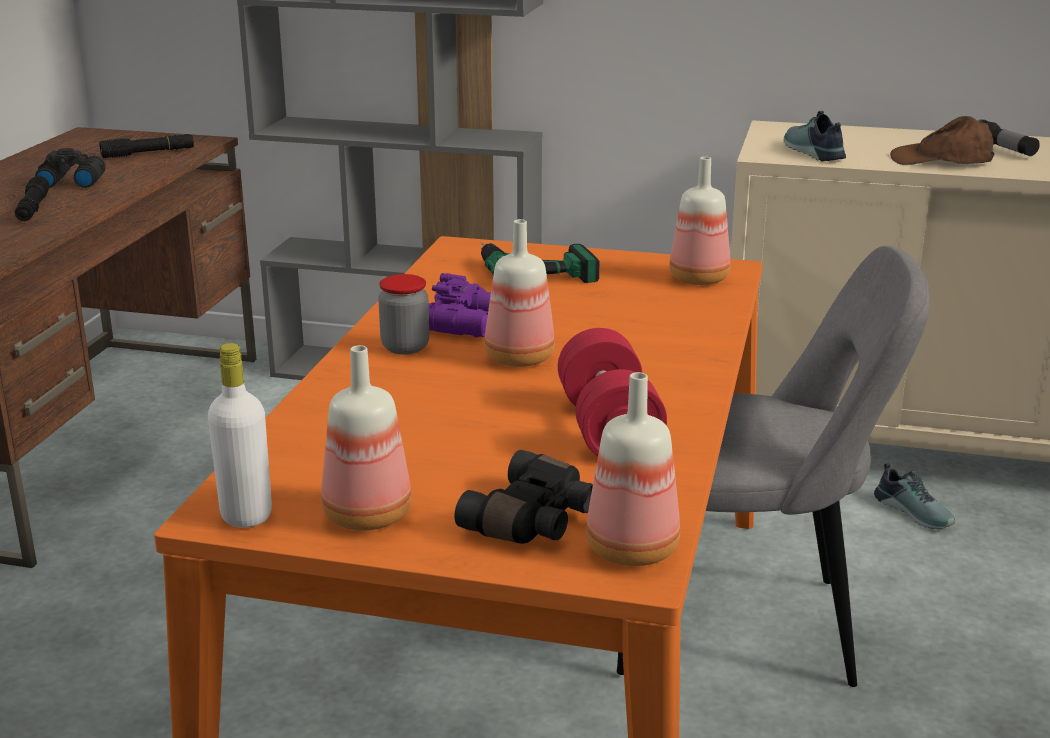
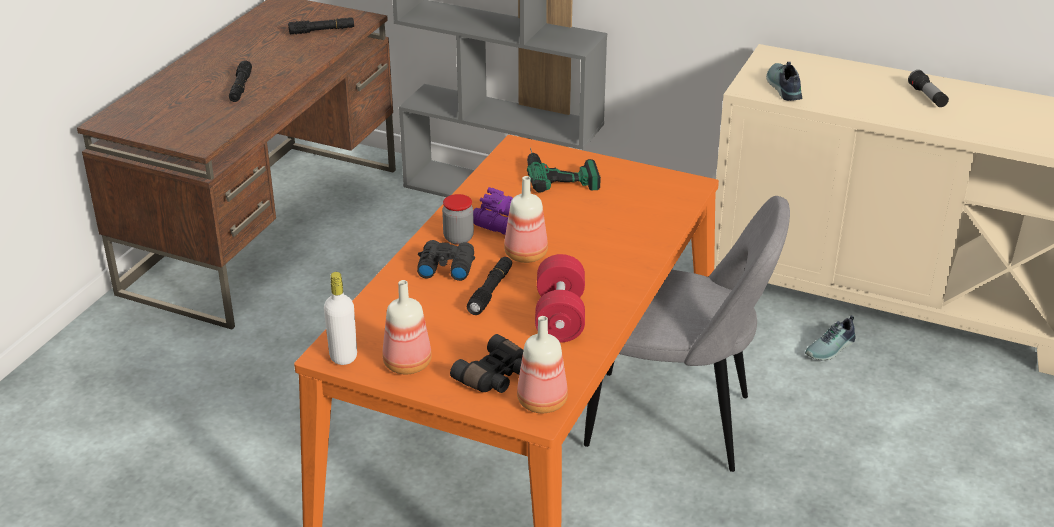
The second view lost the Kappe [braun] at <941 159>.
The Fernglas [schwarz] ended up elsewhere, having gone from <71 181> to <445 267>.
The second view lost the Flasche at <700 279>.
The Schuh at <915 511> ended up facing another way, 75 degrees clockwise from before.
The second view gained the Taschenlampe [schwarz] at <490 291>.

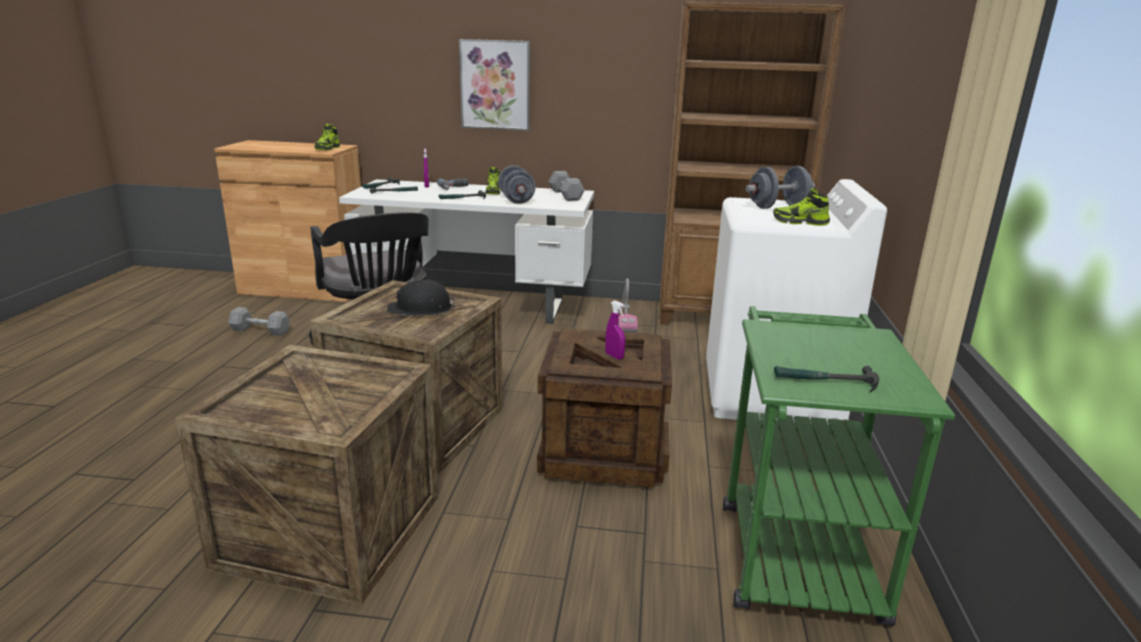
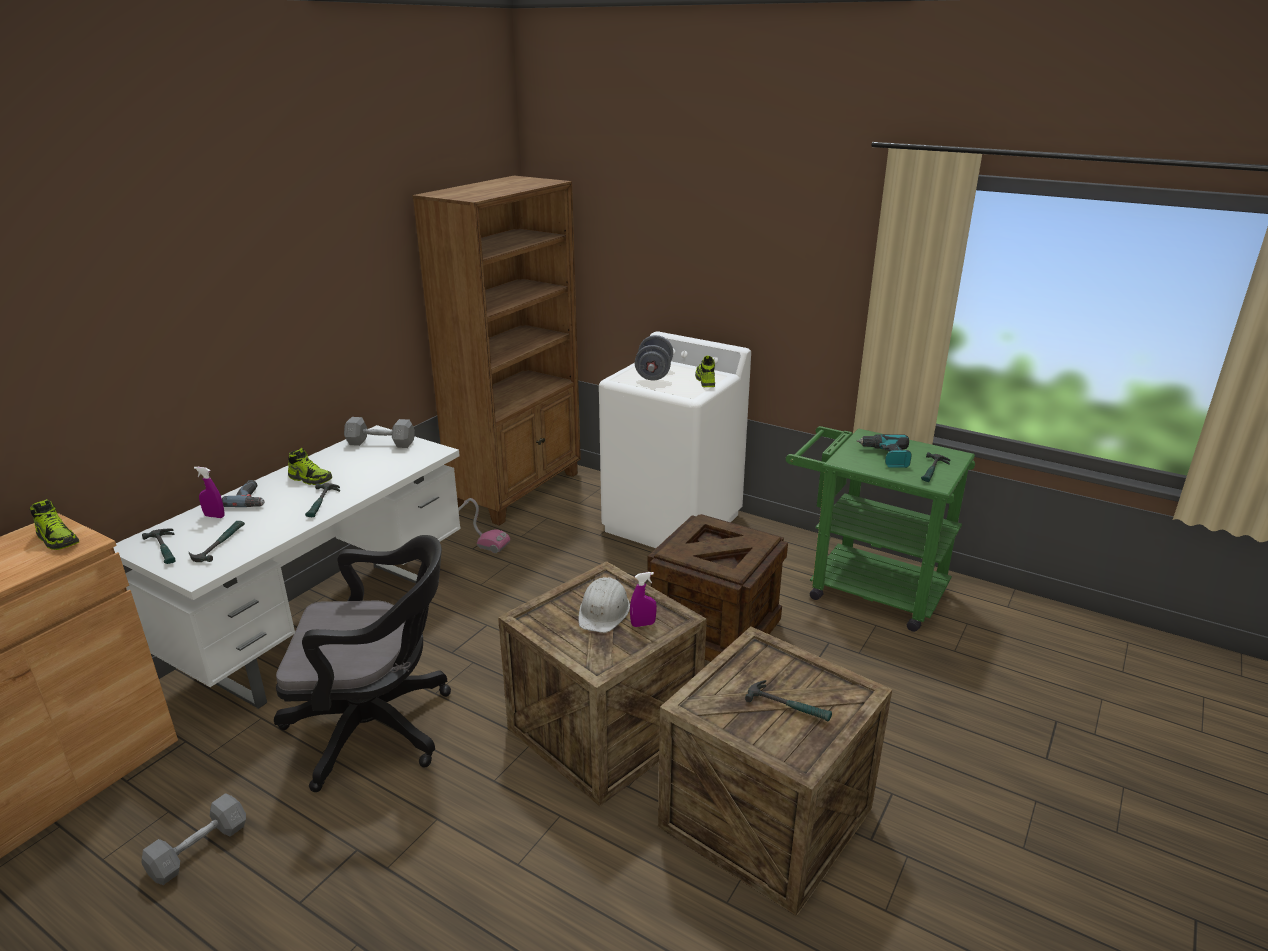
The second view lost the Bild at <495 85>.
The second view lost the Hantel [grau] at <516 200>.
The Schuh at <800 222> ended up facing another way, 135 degrees clockwise from before.
What was the Schutzhelm [schwarz] at <421 308> turned into the Schutzhelm [weiß] at <604 611>.
The Sprühflasche [lila] ended up elsewhere, having gone from <614 356> to <643 624>.
The second view gained the Bohrmaschine at <886 457>.
The second view gained the Hammer at <789 706>.

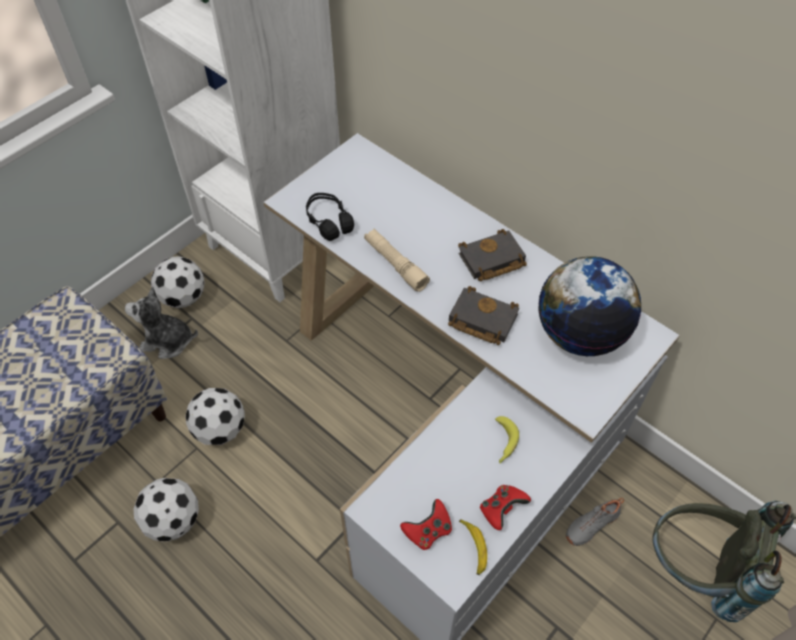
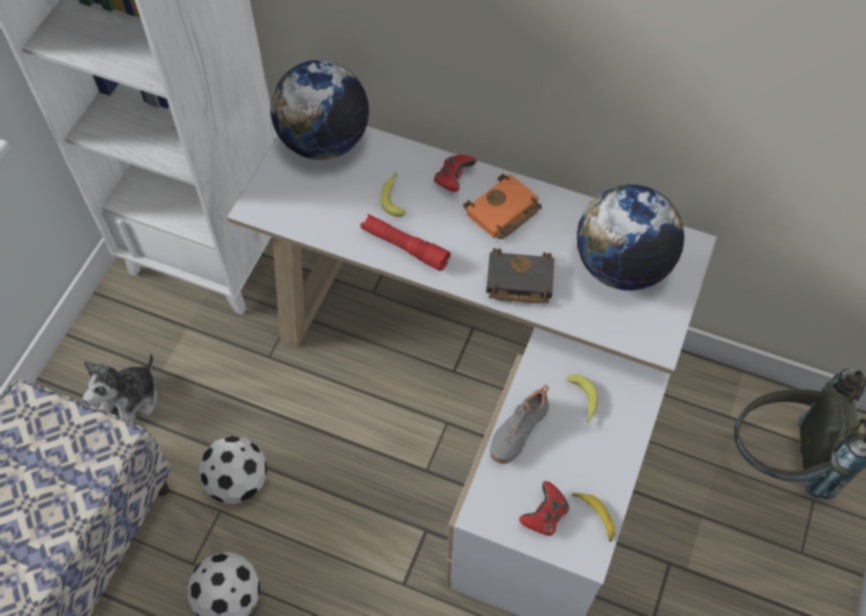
The second view lost the Kopfhörer [schwarz] at <329 222>.
What was the Taschenlampe [beige] at <395 264> turned into the Taschenlampe [rot] at <404 247>.
What was the Buch [schwarz] at <491 261> turned into the Buch [orange] at <502 213>.
The second view lost the Fußball at <184 297>.
The Plüschtier at <167 341> ended up facing another way, 45 degrees counterclockwise from before.
The Gamepad [rot] ended up elsewhere, having gone from <501 509> to <453 179>.
The Schuh [grau] ended up elsewhere, having gone from <591 524> to <517 430>.
The second view gained the Globus at <323 141>.
The second view gained the Banane at <394 196>.

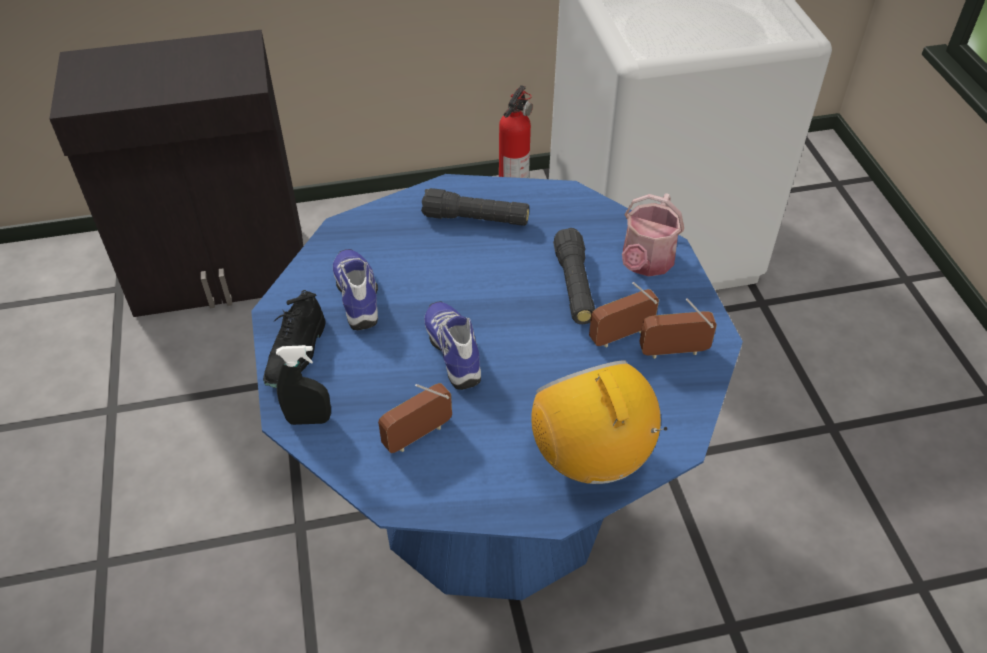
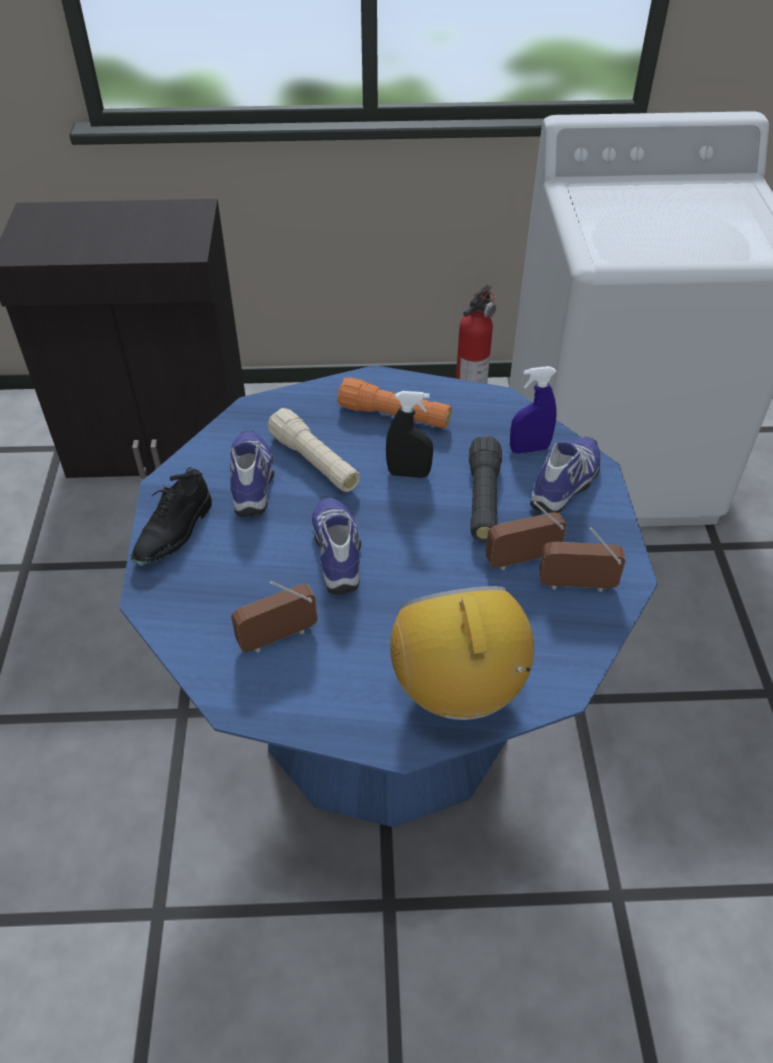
What was the Taschenlampe [schwarz] at <476 219> turned into the Taschenlampe [orange] at <394 416>.
Where the Gießkanne stood at <645 263>, the Schuh came to stand at <567 484>.
The Sprühflasche [schwarz] ended up elsewhere, having gone from <309 419> to <408 473>.
The second view gained the Sprühflasche [blau] at <529 449>.
The second view gained the Taschenlampe [beige] at <314 462>.

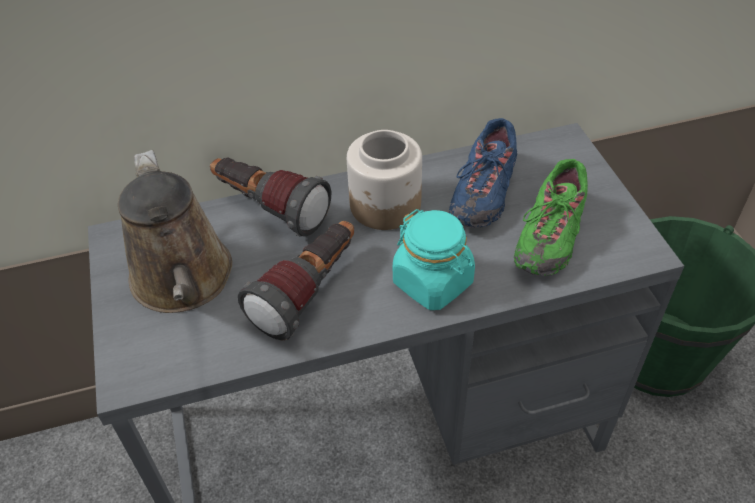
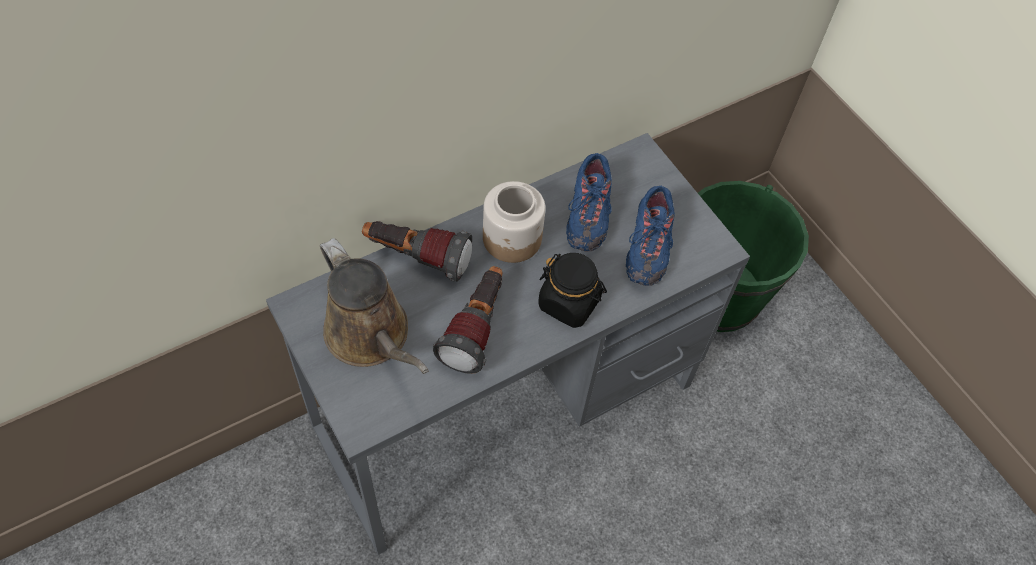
What was the Schuh [grün] at <550 236> turned into the Schuh [blau] at <648 247>.
What was the Vorratsglas [türkis] at <433 283> turned into the Vorratsglas [schwarz] at <569 303>.

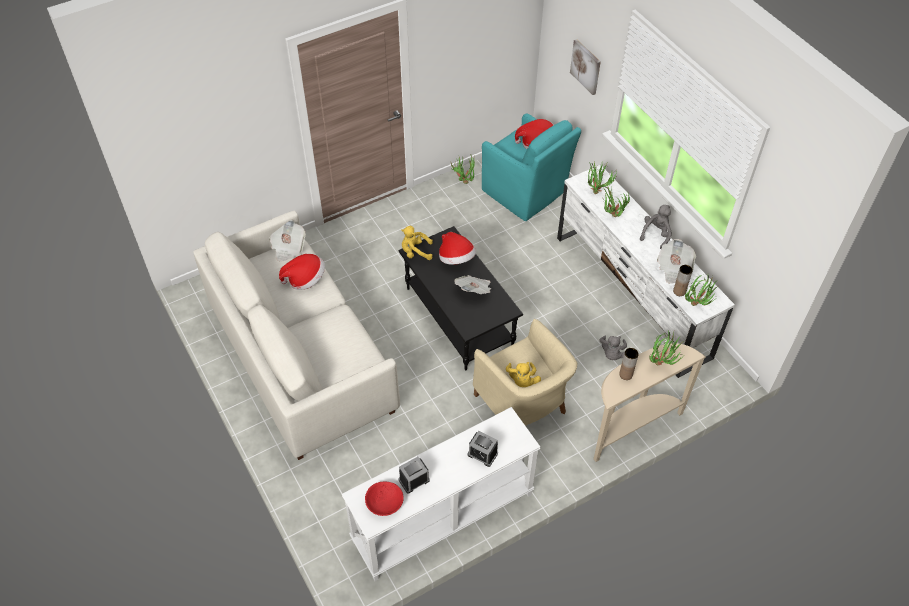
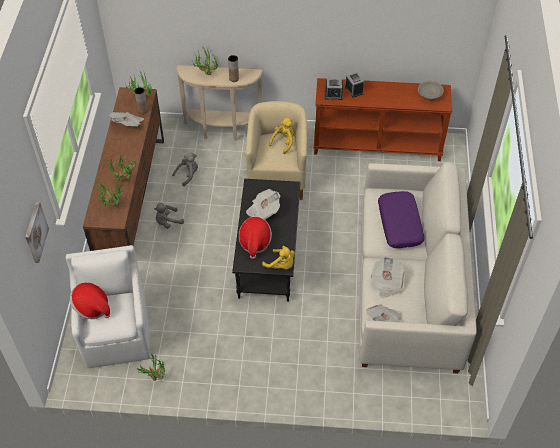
What was the Sessel [türkis] at <525 193> turned into the Sessel [weiß] at <116 333>.
What was the Fernsehschrank [weiß] at <631 296> turned into the Fernsehschrank [braun] at <132 202>.
The Plüschtier [grau] ended up elsewhere, having gone from <656 234> to <168 222>.
Where the Hut stood at <305 279>, the Zeitung came to stand at <386 283>.
What was the Konsolentisch [weiß] at <443 518> turned into the Konsolentisch [braun] at <377 144>.
The Wecker ended up elsewhere, having gone from <414 480> to <333 95>.
What was the Schüssel [rot] at <384 503> turned into the Schüssel [grau] at <429 95>.
The second view gained the Kissen [lila] at <400 224>.

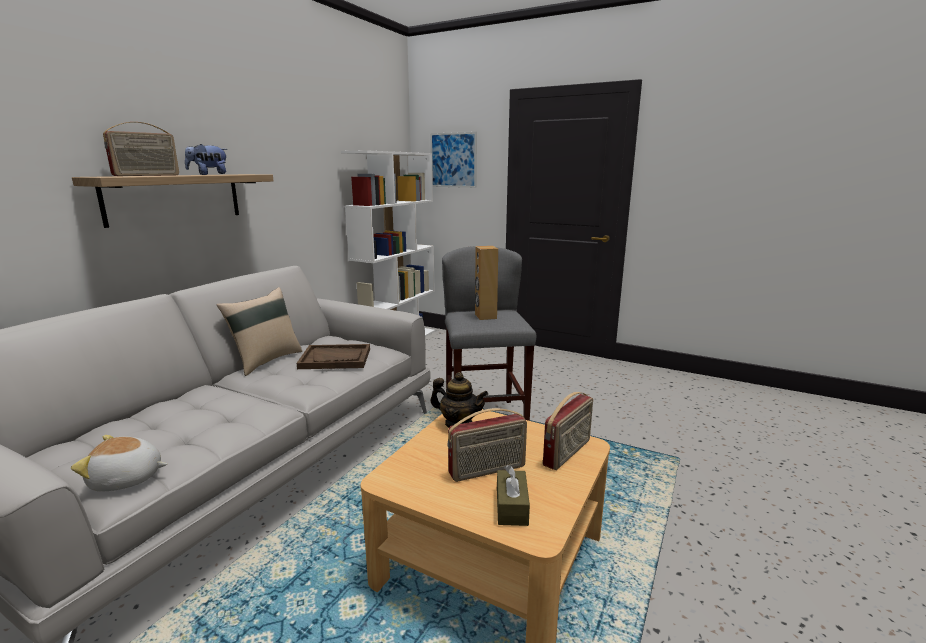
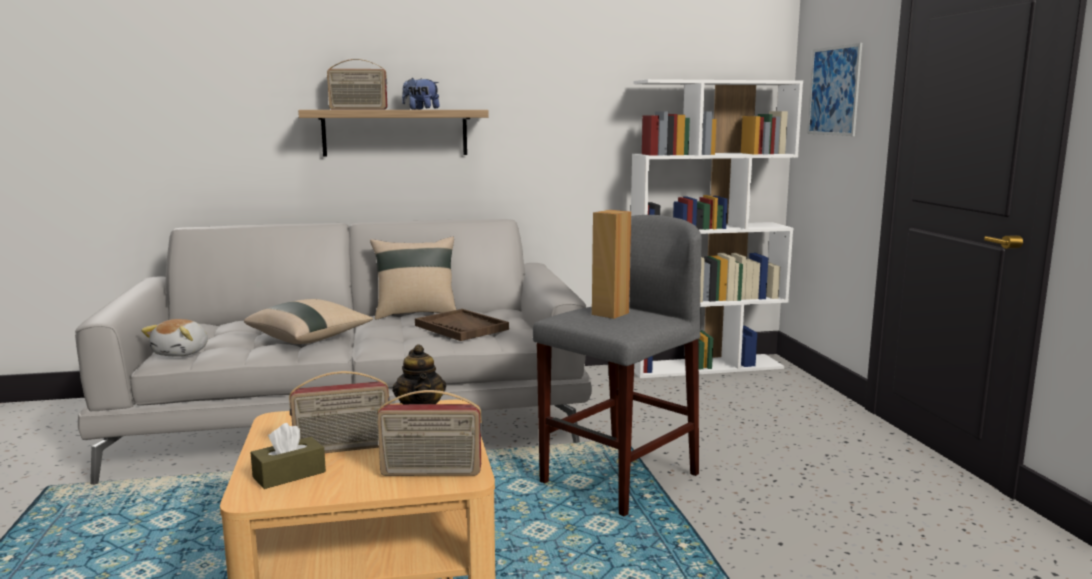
The Radio at <487 471> ended up facing another way, 45 degrees counterclockwise from before.
The Plüschtier at <127 480> ended up facing another way, 120 degrees counterclockwise from before.
The second view gained the Kissen [beige] at <310 338>.

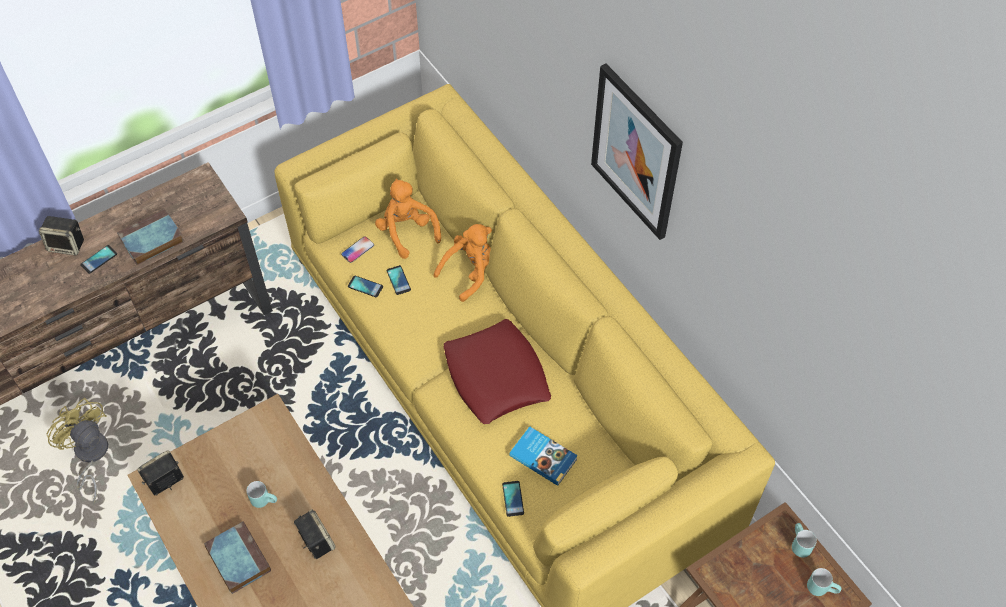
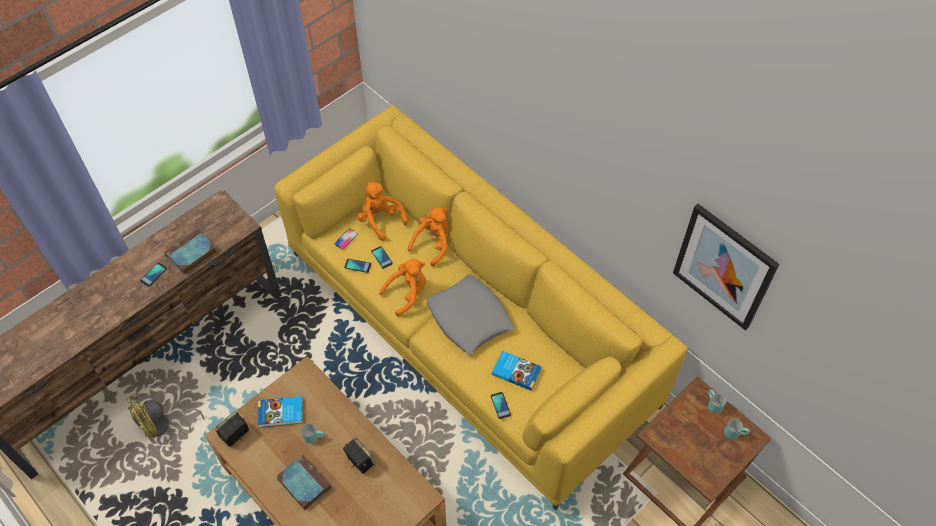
The Bild ended up elsewhere, having gone from <636 152> to <724 267>.
The second view lost the Lautsprecher at <67 245>.
What was the Kissen [rot] at <496 377> turned into the Kissen [grau] at <470 318>.
The Ventilator [gelb] at <90 456> ended up facing another way, 75 degrees counterclockwise from before.
The second view gained the Plüschtier [orange] at <407 293>.
The second view gained the Buch at <281 413>.

